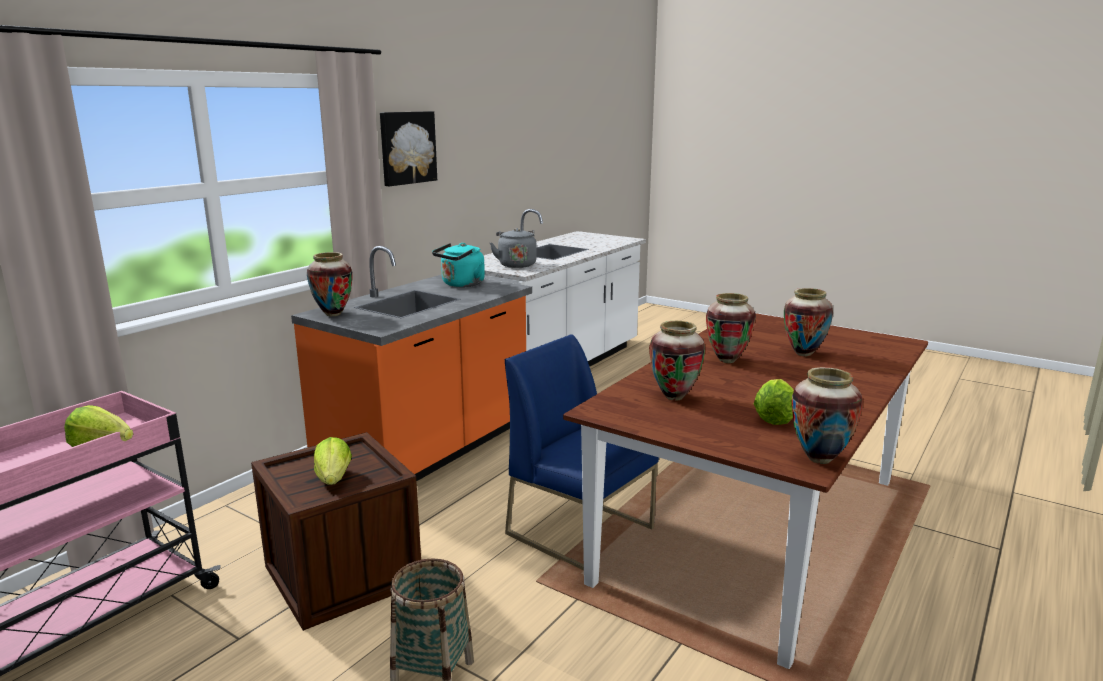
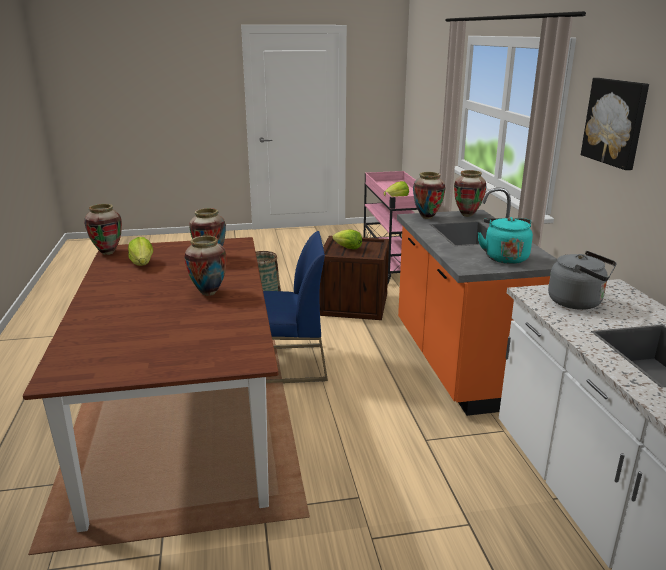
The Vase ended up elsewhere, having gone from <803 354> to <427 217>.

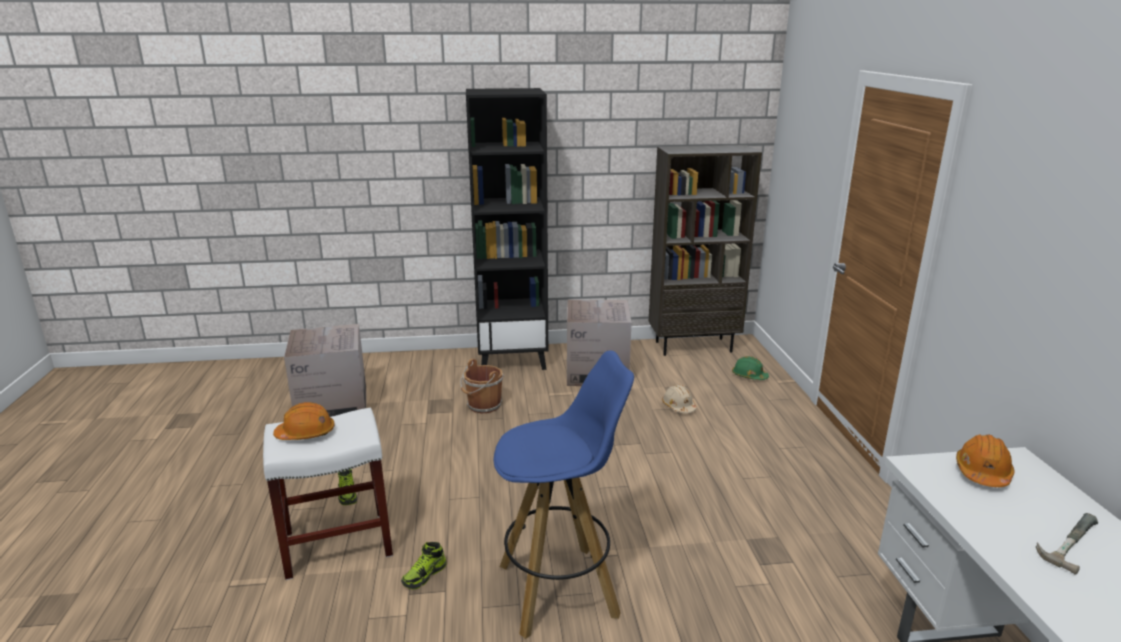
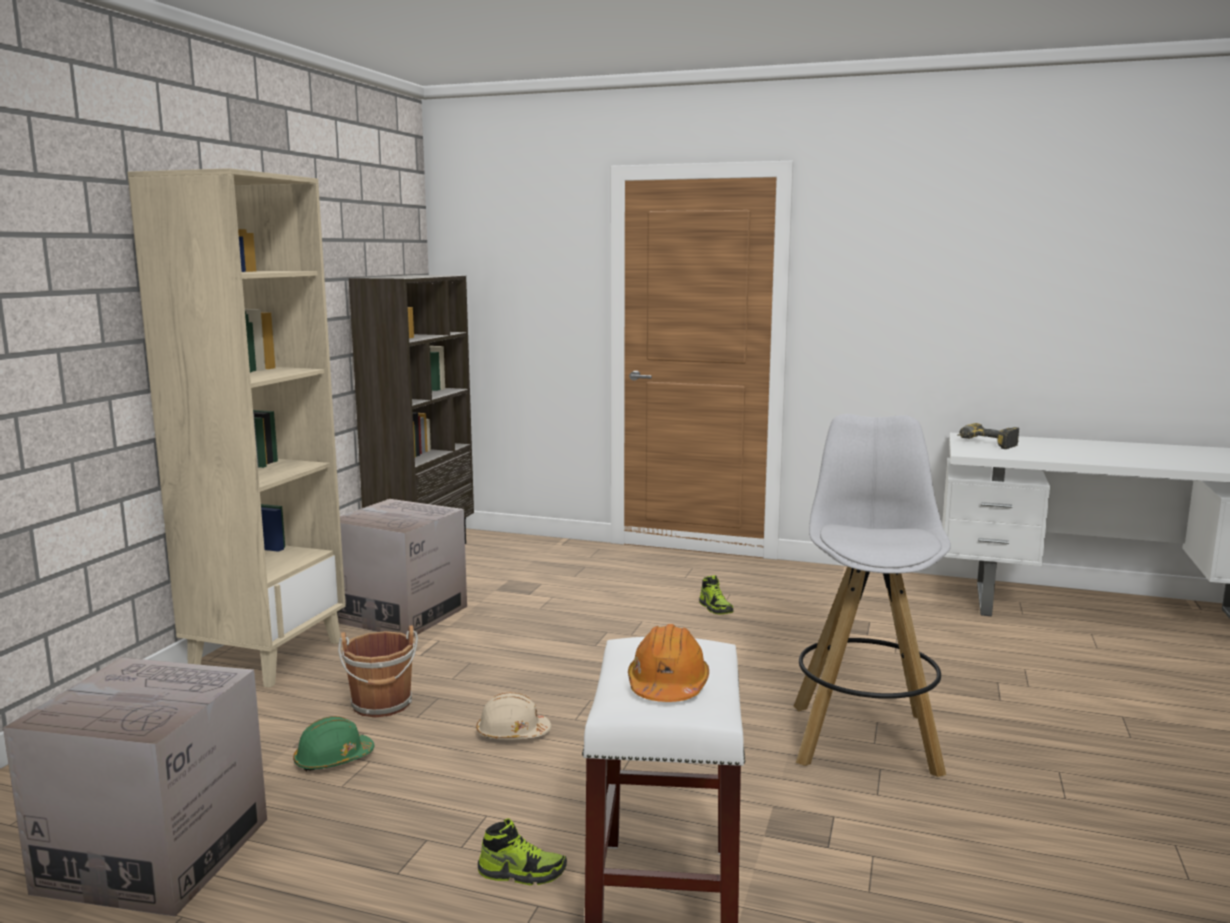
What was the Bücherregal [schwarz] at <512 359> turned into the Bücherregal [beige] at <267 656>.
What was the Hocker [blau] at <560 589> turned into the Hocker [weiß] at <864 738>.
The Schutzhelm [grün] ended up elsewhere, having gone from <749 376> to <333 759>.
The Schutzhelm [beige] ended up elsewhere, having gone from <678 406> to <512 733>.
Where the Schutzhelm [orange] stood at <982 472>, the Bohrmaschine came to stand at <984 444>.
The second view lost the Hammer at <1065 540>.
The Schuh ended up elsewhere, having gone from <424 575> to <715 608>.

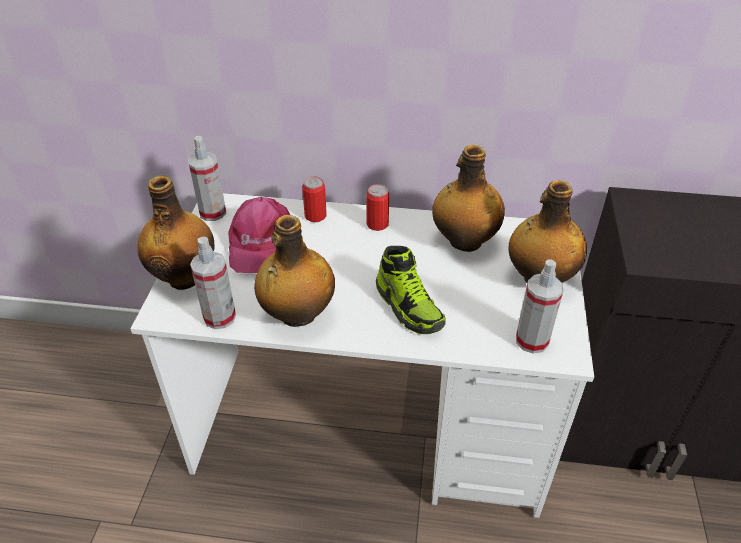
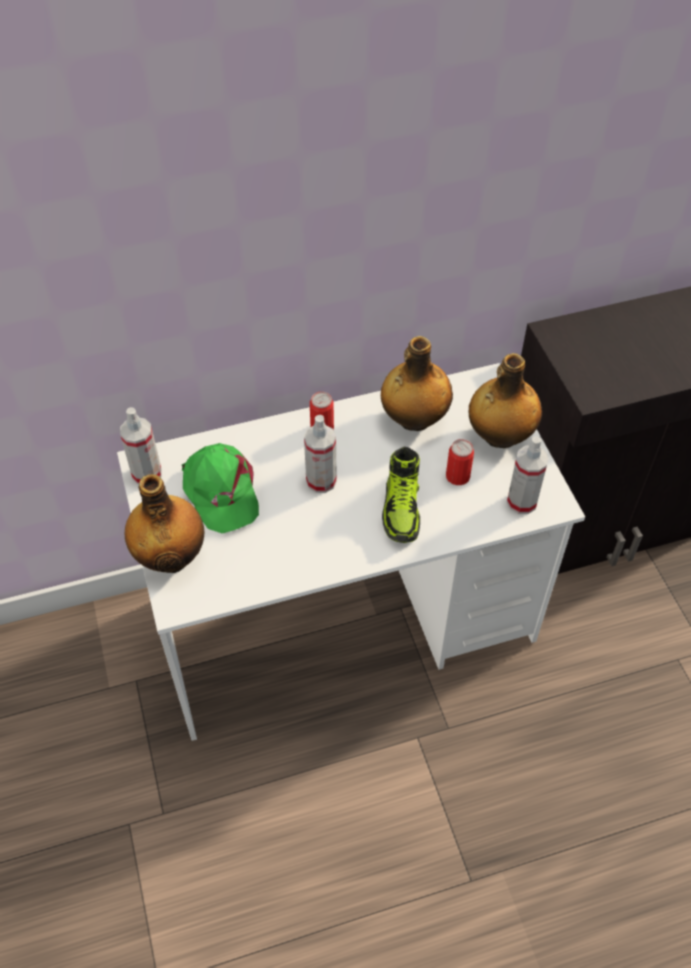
The Dose ended up elsewhere, having gone from <315 216> to <457 476>.
What was the Kappe [rosa] at <260 243> turned into the Kappe [grün] at <221 491>.
The second view lost the Flasche at <297 315>.
The Sprühflasche ended up elsewhere, having gone from <219 317> to <321 481>.
The Schuh at <409 307> ended up facing another way, 60 degrees clockwise from before.

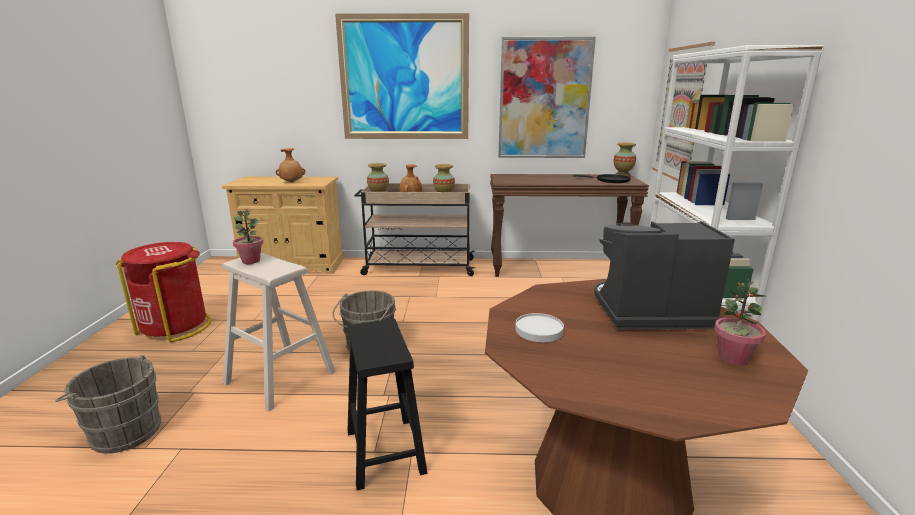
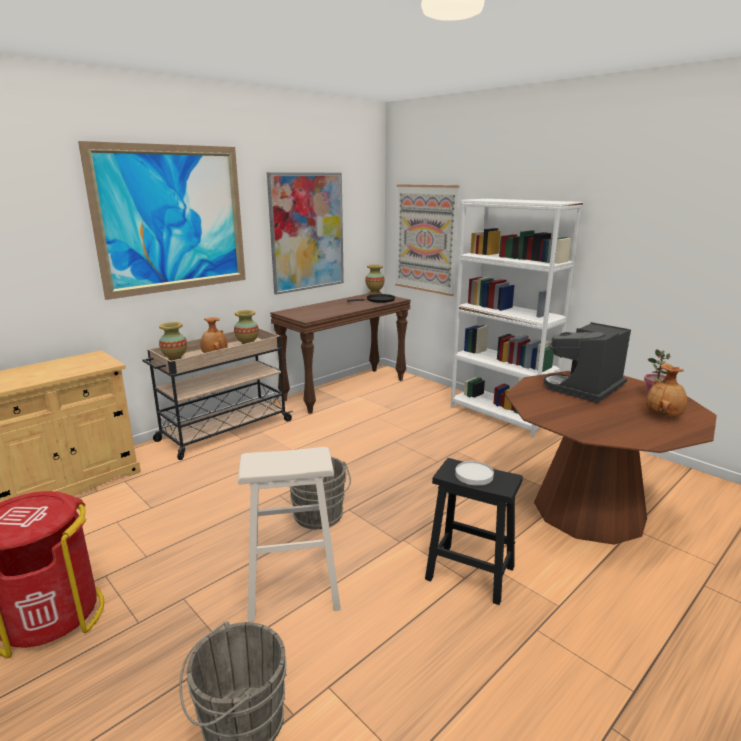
The Vase [braun] ended up elsewhere, having gone from <291 182> to <664 416>.
The second view lost the Topfpflanze at <251 261>.
The Teller [weiß] ended up elsewhere, having gone from <539 330> to <474 475>.

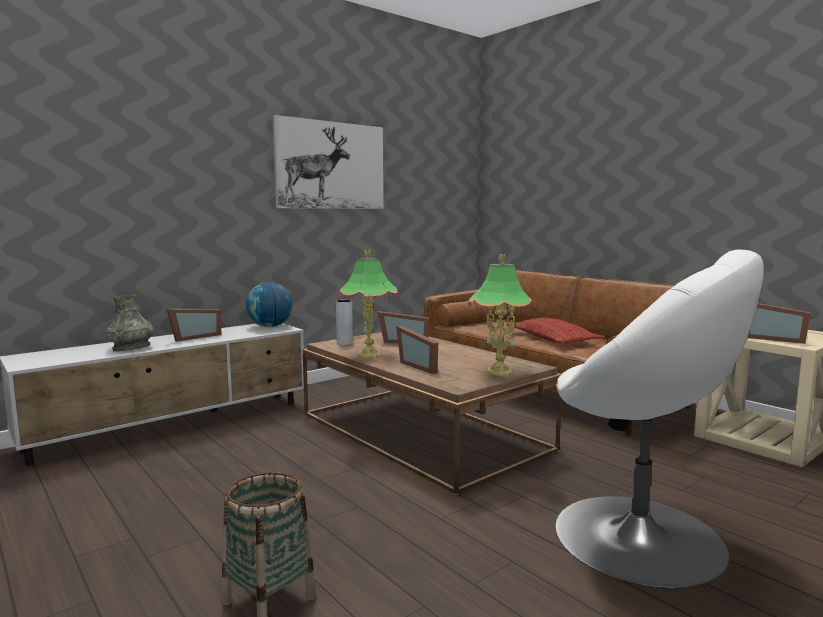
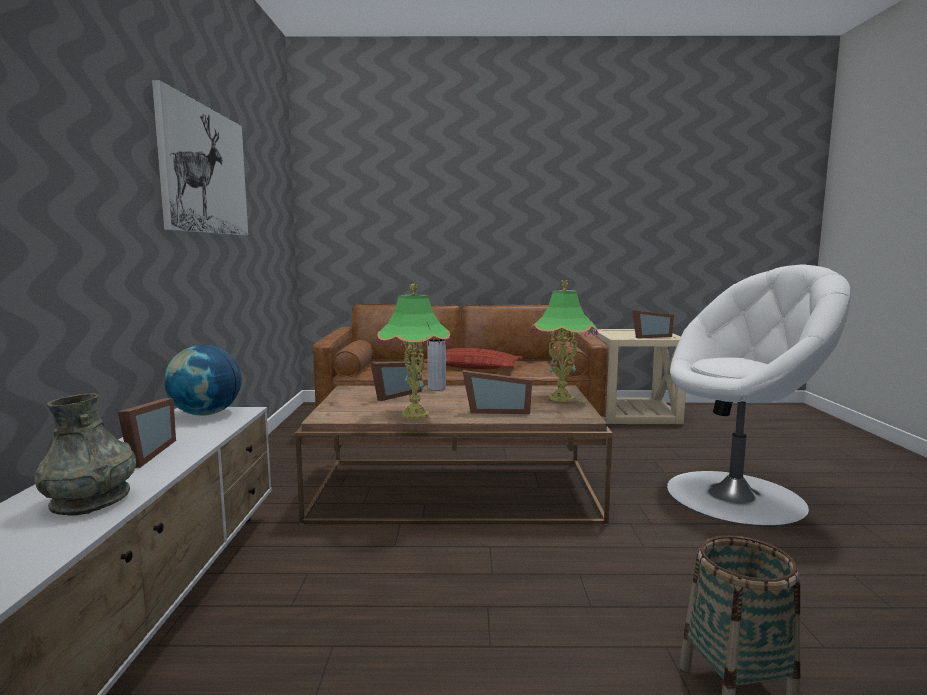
The Vase [grau] ended up elsewhere, having gone from <344 343> to <436 388>.

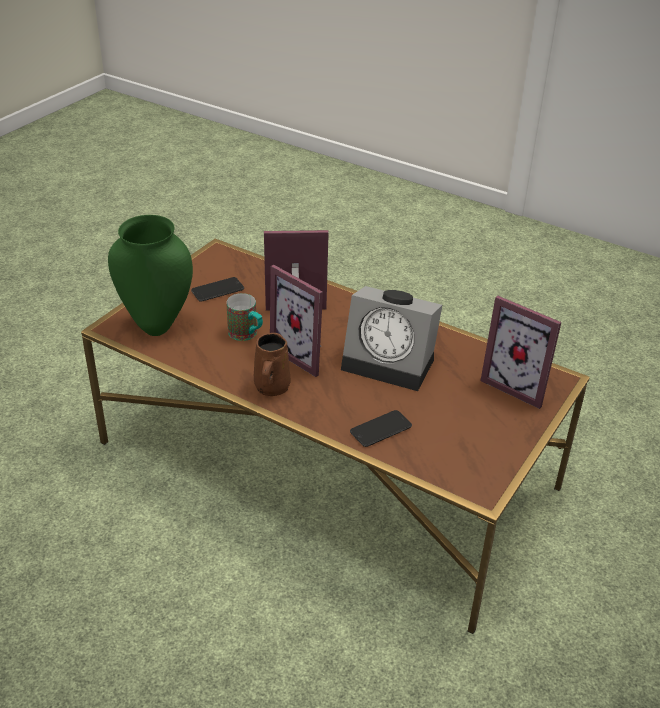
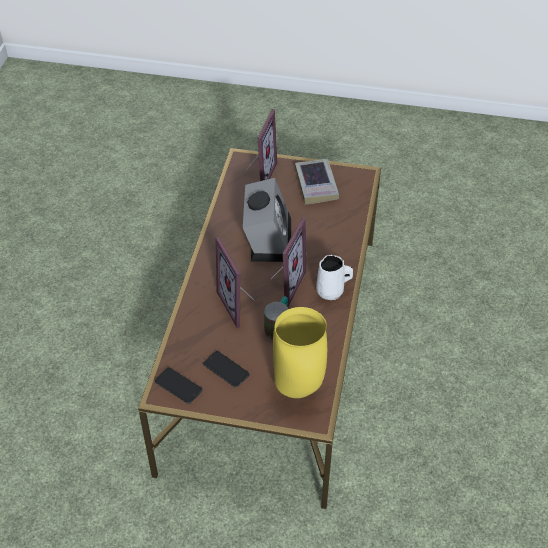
What was the Vase [grün] at <158 325> turned into the Vase [gelb] at <296 389>.
What was the Henkelbecher [braun] at <271 388> turned into the Henkelbecher [weiß] at <331 291>.
The Handy ended up elsewhere, having gone from <381 429> to <178 386>.
The second view gained the Buch at <316 185>.

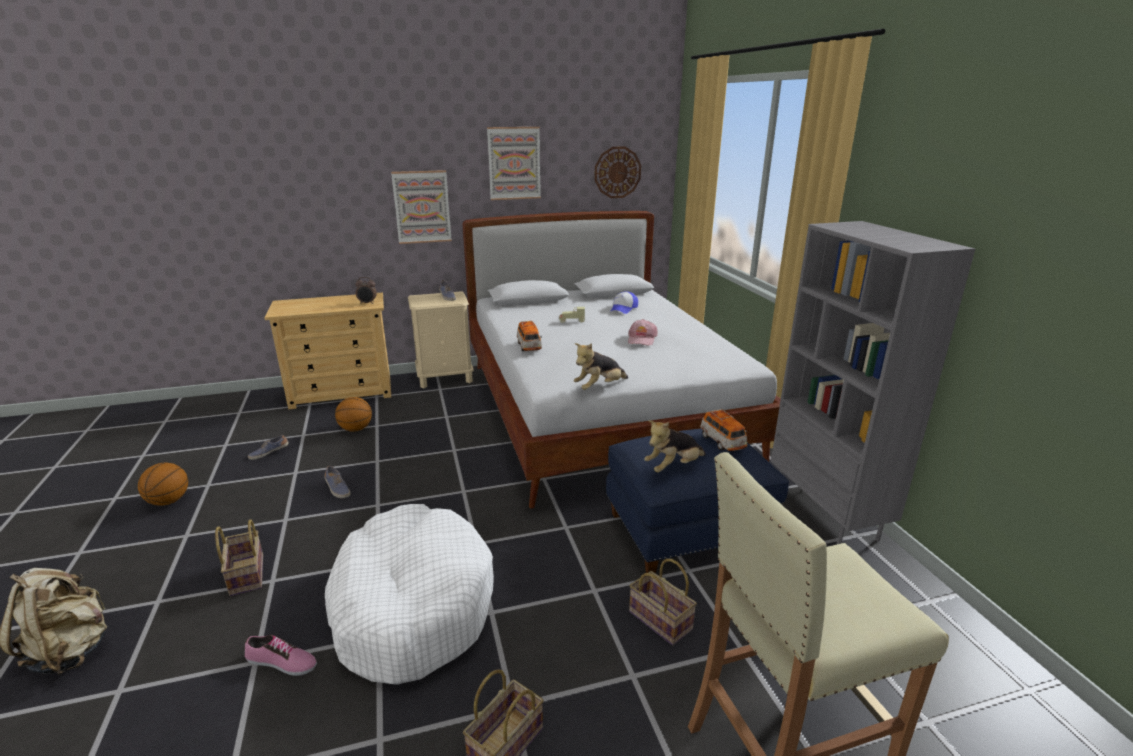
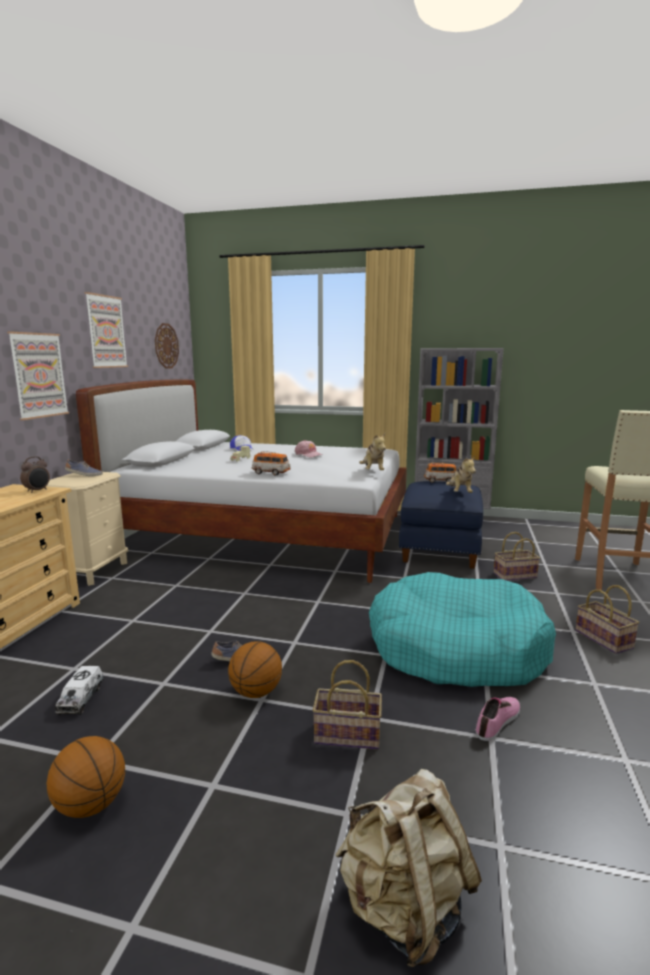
The Basketball ended up elsewhere, having gone from <355 429> to <255 692>.
Where the Schuh stood at <269 453>, the Spielzeuglaster came to stand at <81 699>.
What was the Hundebett [weiß] at <412 605> turned into the Hundebett [türkis] at <456 648>.

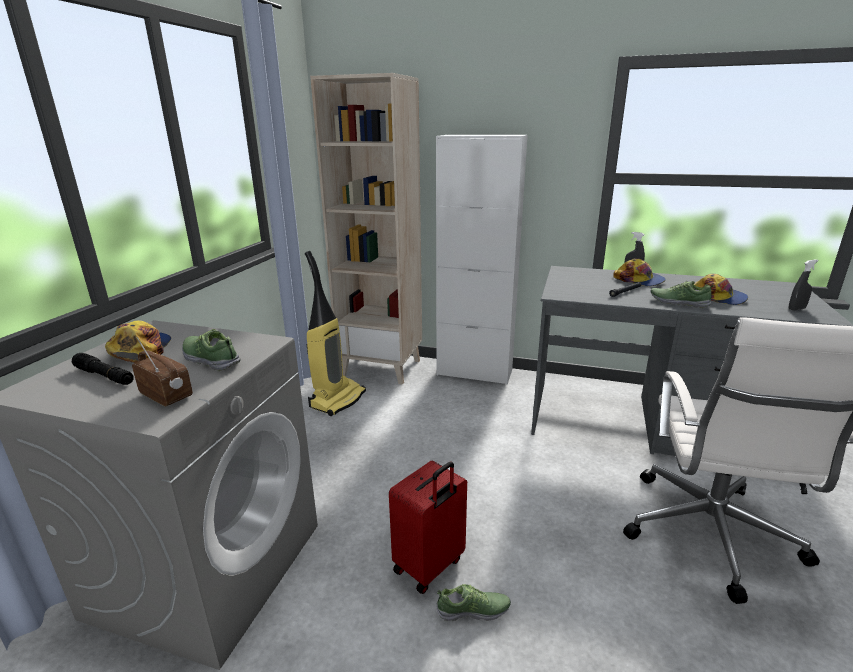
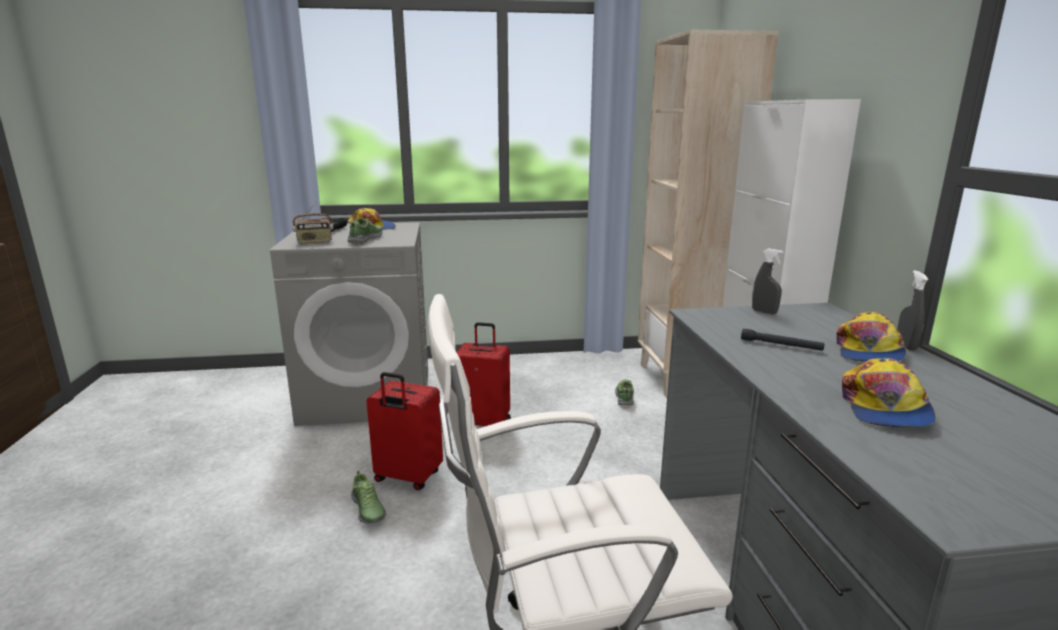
The second view lost the Staubsauger at <337 399>.
The Sprühflasche [grau] ended up elsewhere, having gone from <796 309> to <764 312>.
The Schuh ended up elsewhere, having gone from <678 302> to <625 397>.
The Radio at <167 395> ended up facing another way, 60 degrees clockwise from before.
The second view gained the Koffer [rot] at <484 424>.

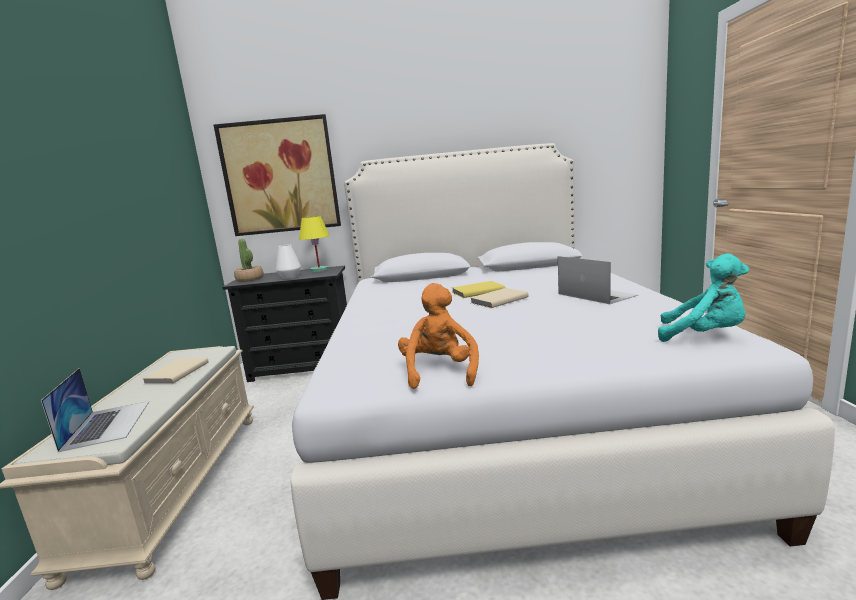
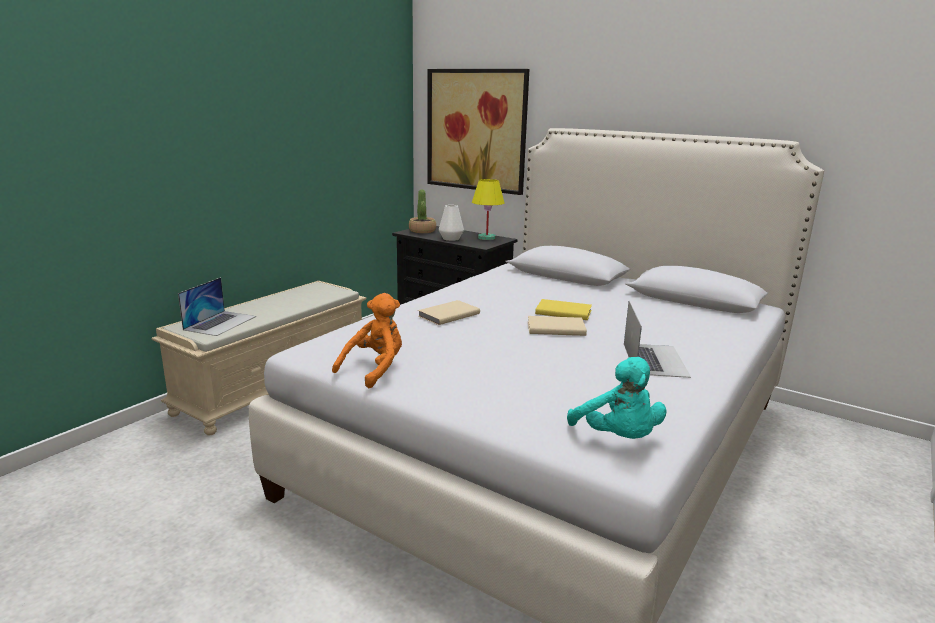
The Buch [beige] ended up elsewhere, having gone from <175 373> to <447 315>.

